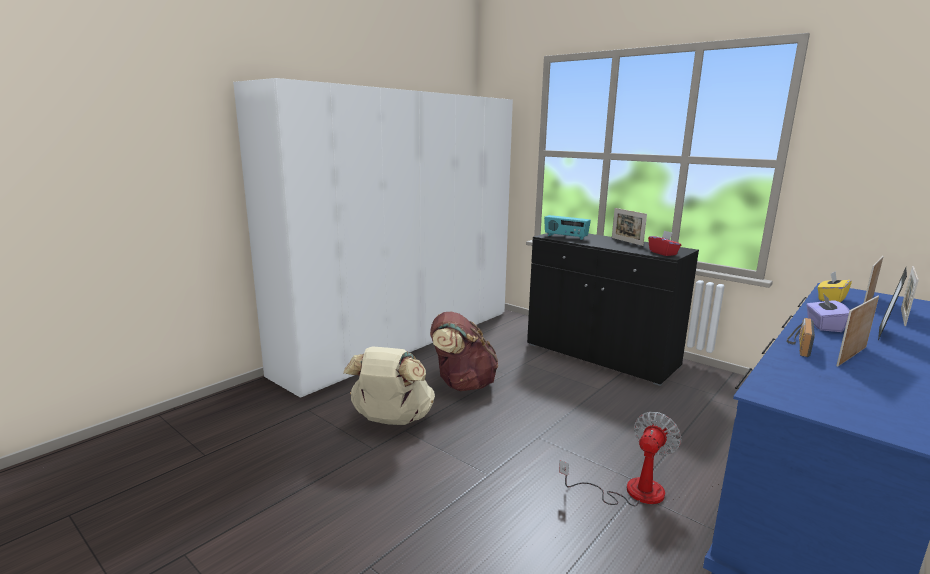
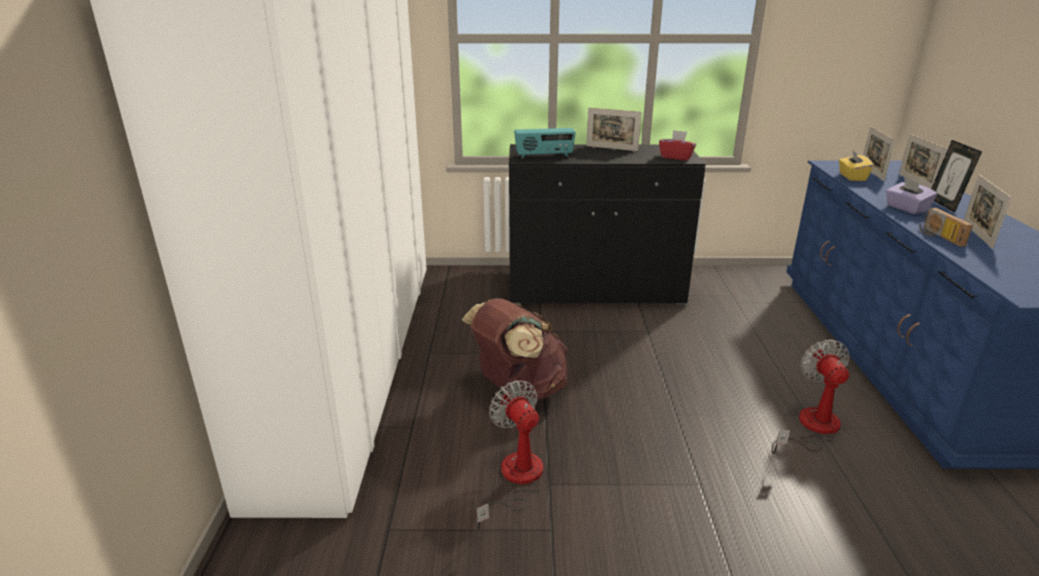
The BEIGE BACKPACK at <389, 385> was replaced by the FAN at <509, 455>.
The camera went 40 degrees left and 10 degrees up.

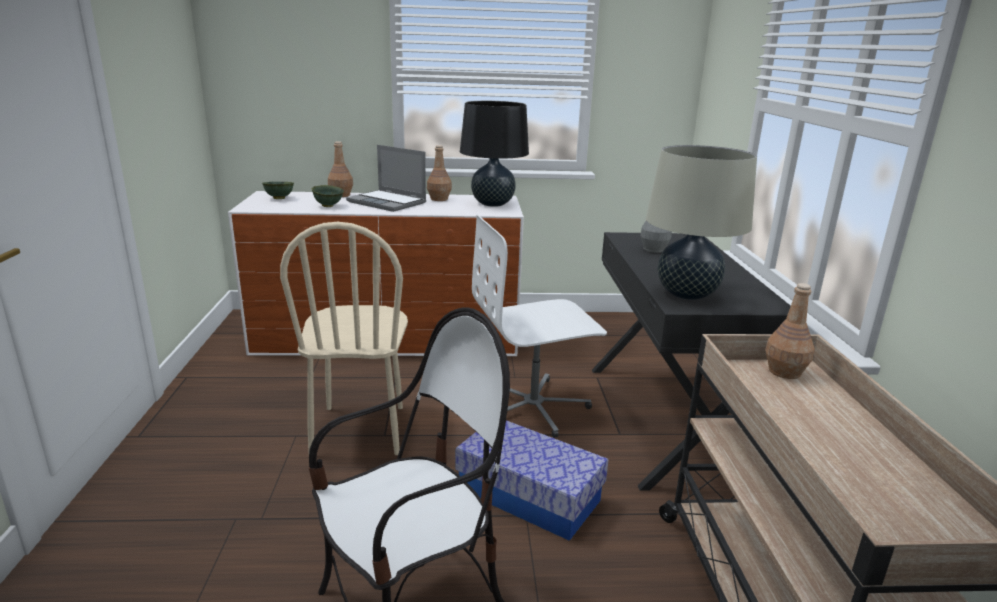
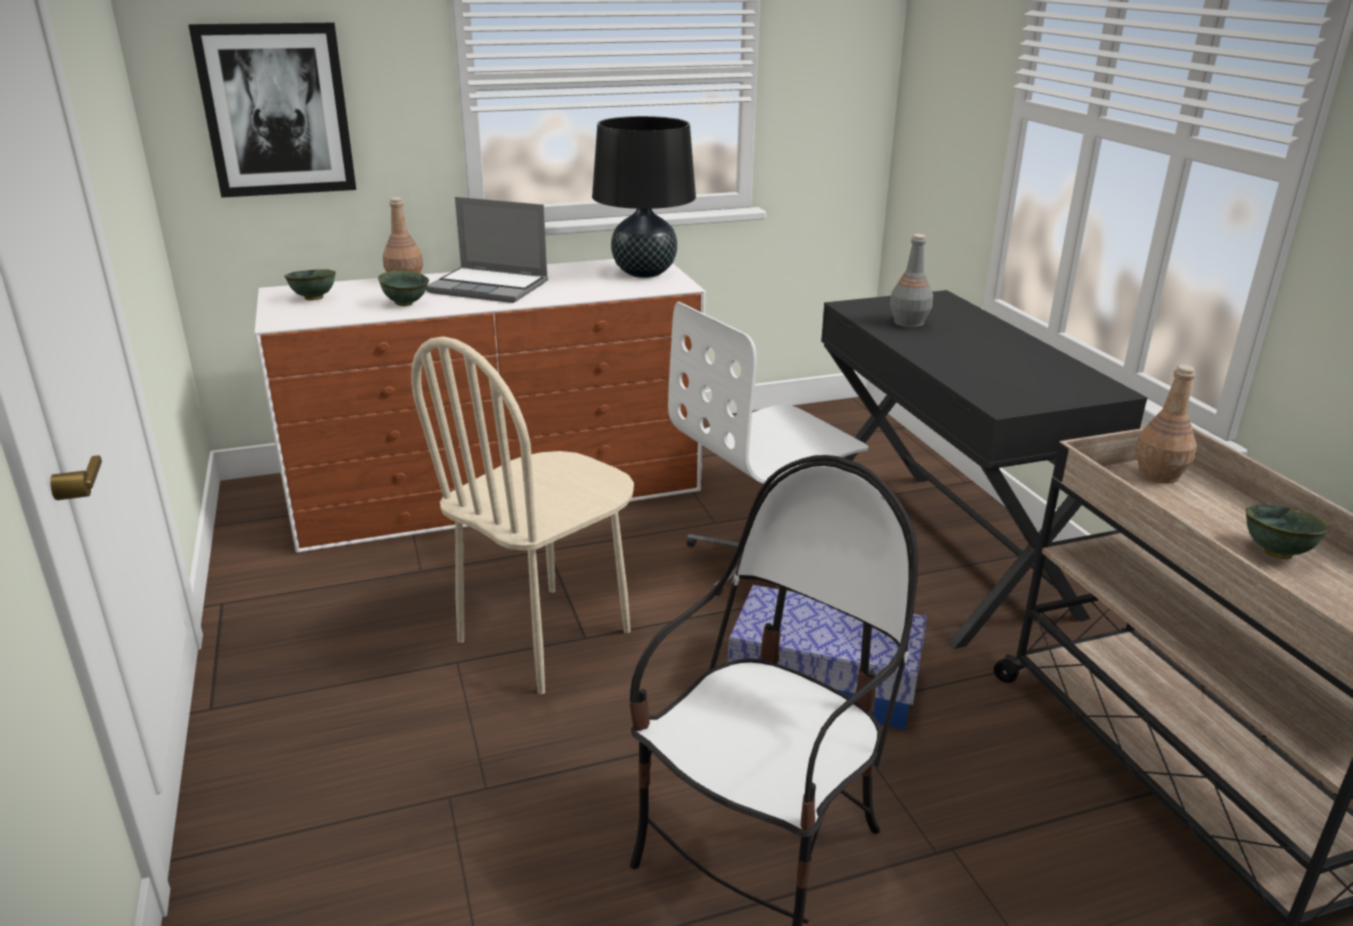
The BEIGE CHAIR at <344, 338> turned 60 degrees clockwise.
The BROWN BOTTLE at <439, 173> disappeared.
The BEIGE TABLE LAMP at <701, 222> disappeared.
The PICTURE at <272, 110> appeared.
The GREEN BOWL at <1287, 531> appeared.
The camera went 15 degrees left and 5 degrees up.

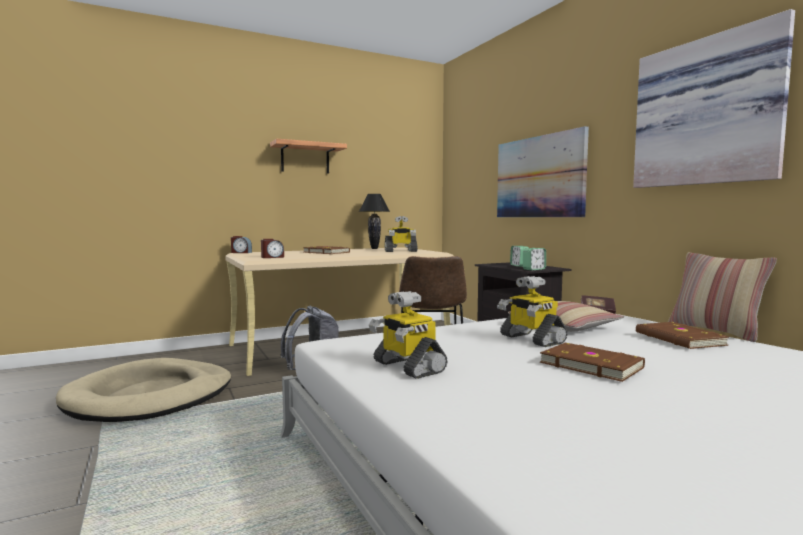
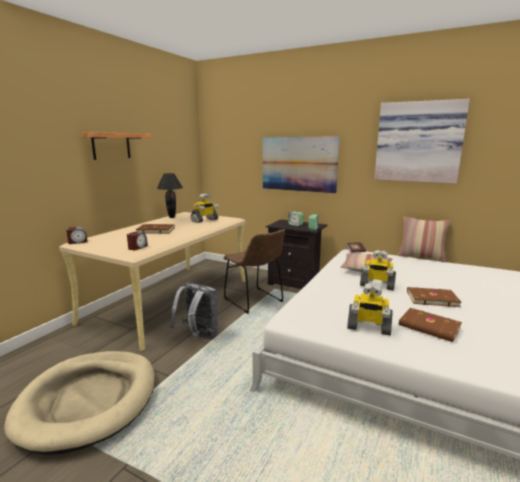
The BROWN BOOK moved from <682, 335> to <430, 325>.
The camera went 35 degrees left and 10 degrees up.

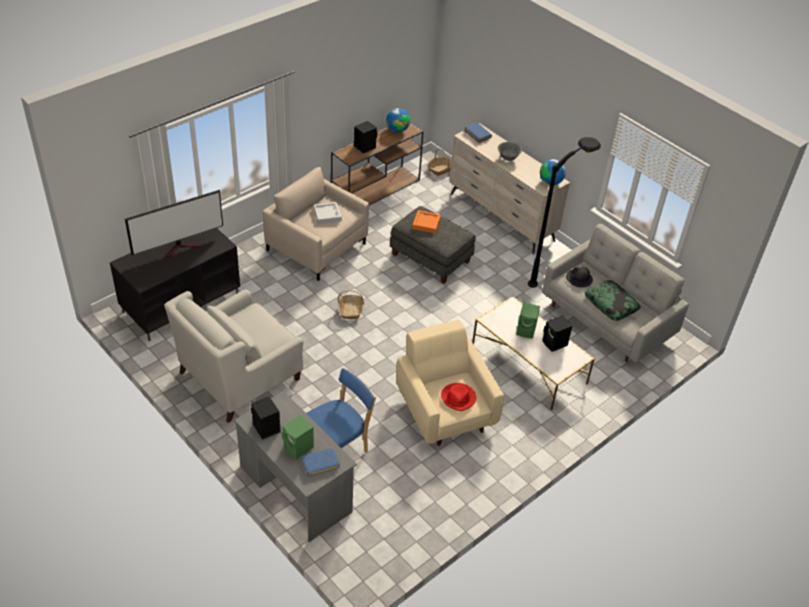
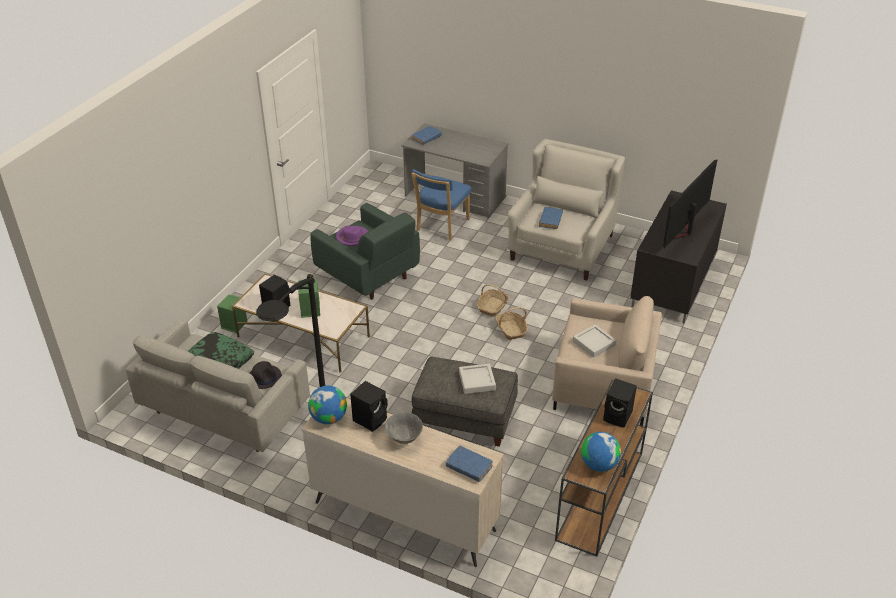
The BLACK SPEAKER moved from <266, 418> to <369, 406>.
The GREEN SPEAKER moved from <298, 437> to <232, 314>.
The BEIGE ARMCHAIR at <450, 382> became the GREEN ARMCHAIR at <365, 251>.
The ORANGE TRAY at <426, 221> became the GREY TRAY at <477, 379>.
The BASKET moved from <439, 162> to <493, 300>.
The RED HAT at <458, 397> became the PURPLE HAT at <352, 236>.
The BLUE BOOK at <551, 218> appeared.
The camera went 160 degrees right and 5 degrees down.

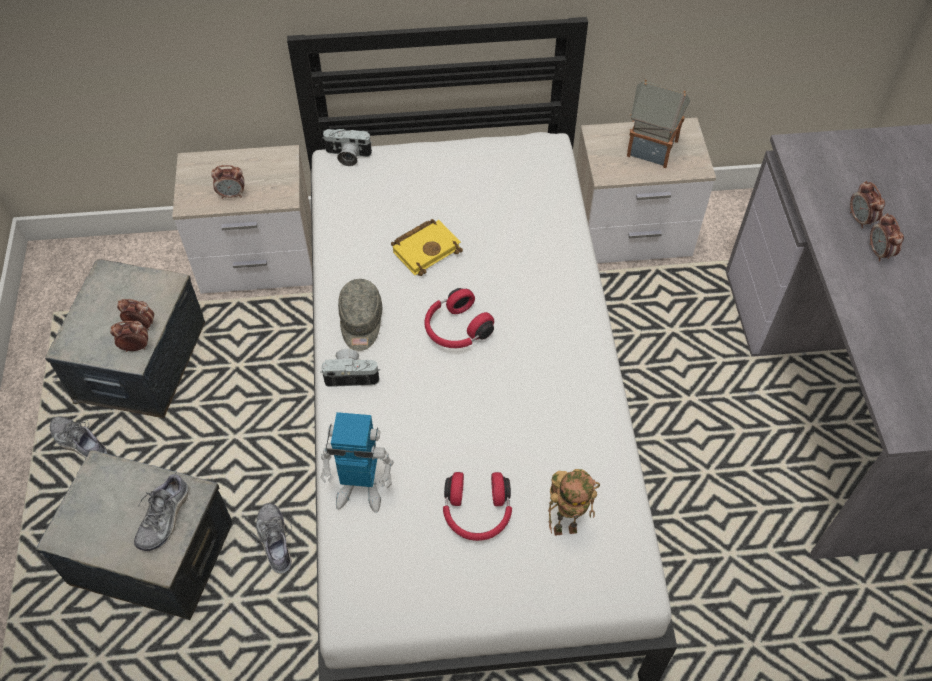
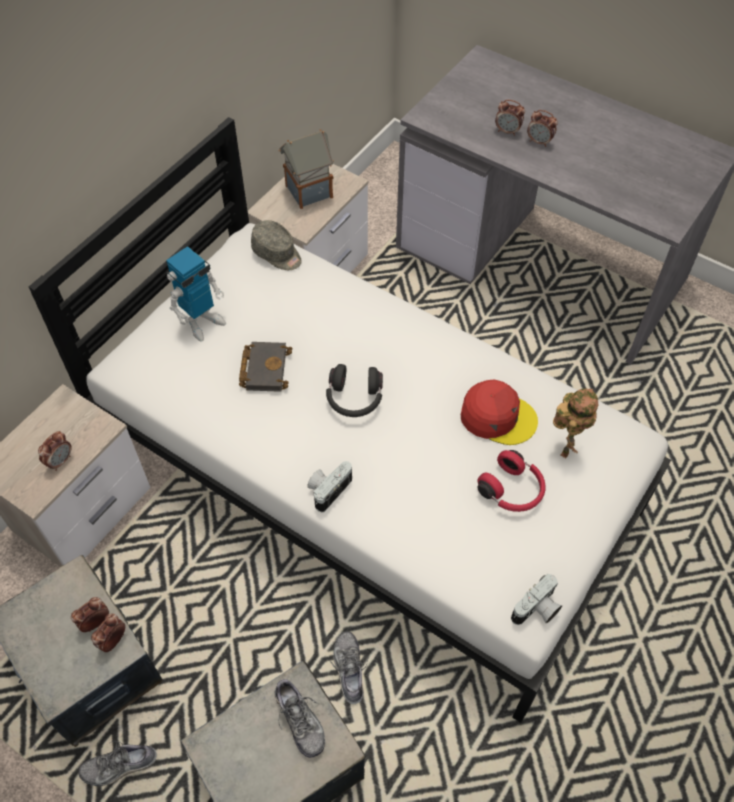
The SHOE at <271, 538> turned 60 degrees clockwise.
The TOY ROBOT moved from <357, 462> to <196, 294>.
The PHOTO CAMERA moved from <347, 147> to <536, 599>.
The GREY CAP moved from <360, 315> to <276, 245>.
The YELLOW BOOK at <427, 247> became the BLACK BOOK at <265, 367>.
The RED HEADPHONES at <459, 318> became the BLACK HEADPHONES at <354, 390>.
The RED CAP at <499, 412> appeared.
The camera went 50 degrees left and 0 degrees up.

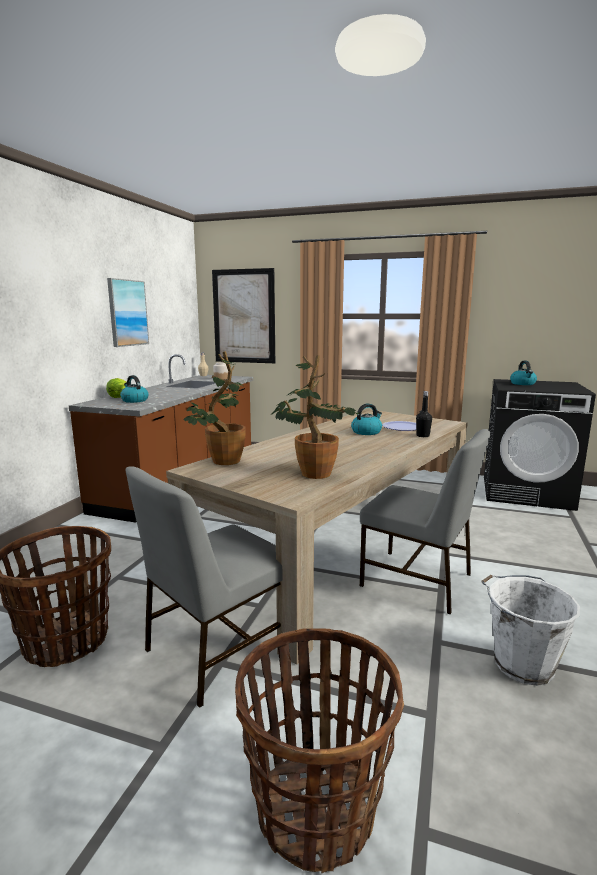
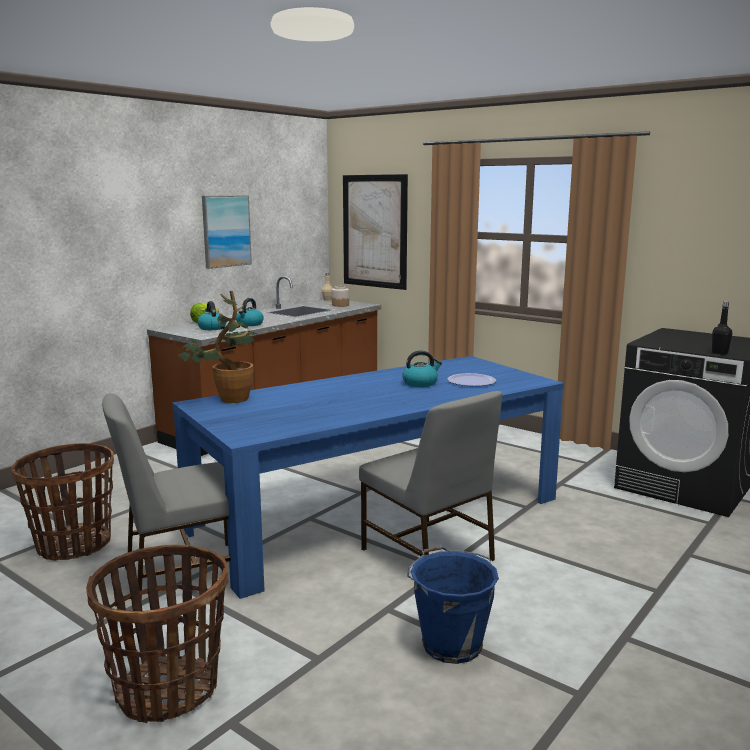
The BEIGE DINING TABLE at <317, 537> became the BLUE DINING TABLE at <368, 477>.
The POTTED PLANT at <316, 417> disappeared.
The BLACK BOTTLE moved from <424, 414> to <722, 328>.
The WHITE BUCKET at <530, 630> became the BLUE BUCKET at <453, 605>.
The KETTLE moved from <523, 373> to <250, 312>.
The camera went 20 degrees right and 0 degrees up.

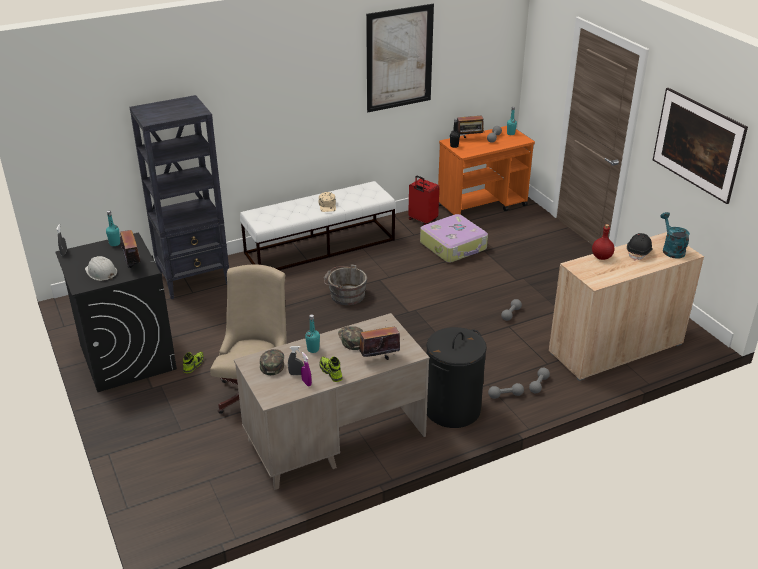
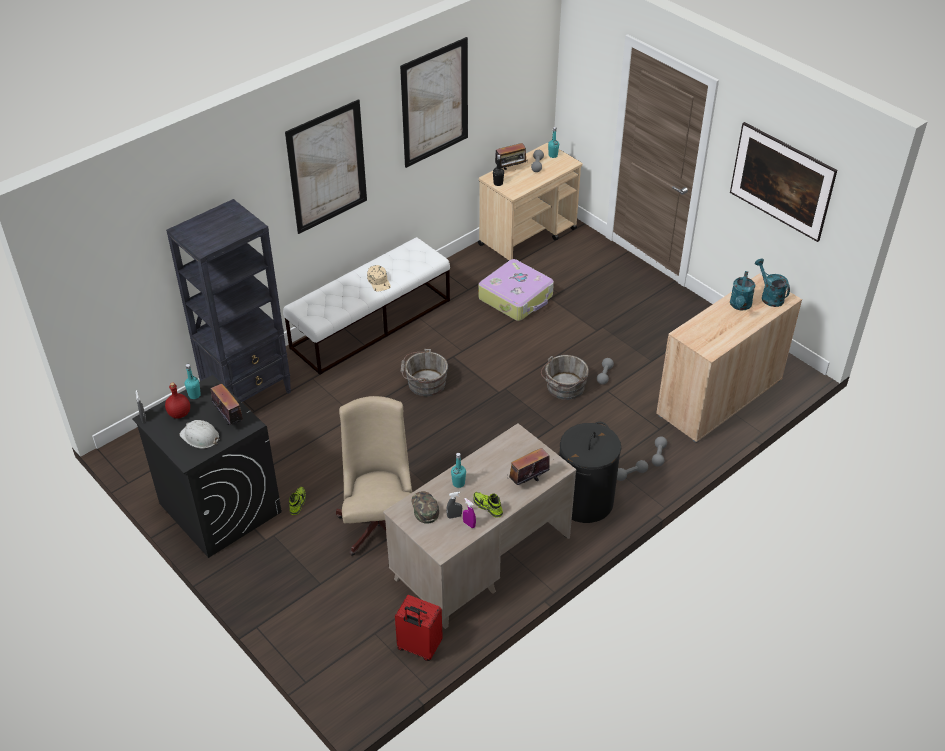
The GREEN CAP at <350, 338> disappeared.
The RED SUITCASE moved from <423, 200> to <419, 628>.
The ORANGE CART at <486, 170> became the BEIGE CART at <530, 202>.
The RED BOTTLE moved from <603, 242> to <177, 400>.
The BLACK HARD HAT at <640, 247> was replaced by the TURQUOISE WATERING CAN at <743, 290>.
The PICTURE at <326, 166> appeared.
The GREY BUCKET at <565, 377> appeared.
The camera went 15 degrees left and 10 degrees up.

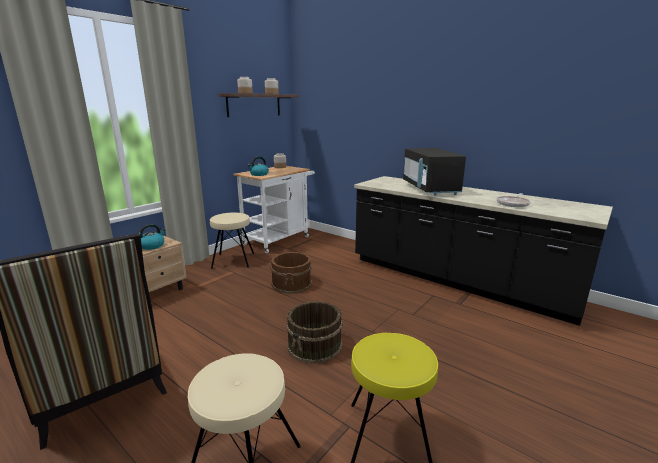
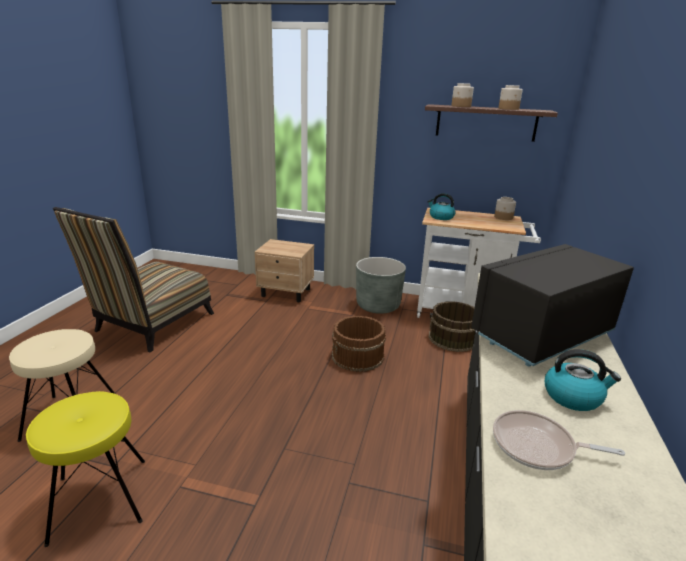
The KETTLE moved from <152, 237> to <583, 380>.
The BEIGE STOOL at <232, 240> was replaced by the GREY PLANTER at <381, 285>.
The BROWN BUCKET moved from <314, 332> to <452, 326>.
The camera went 65 degrees right and 5 degrees up.

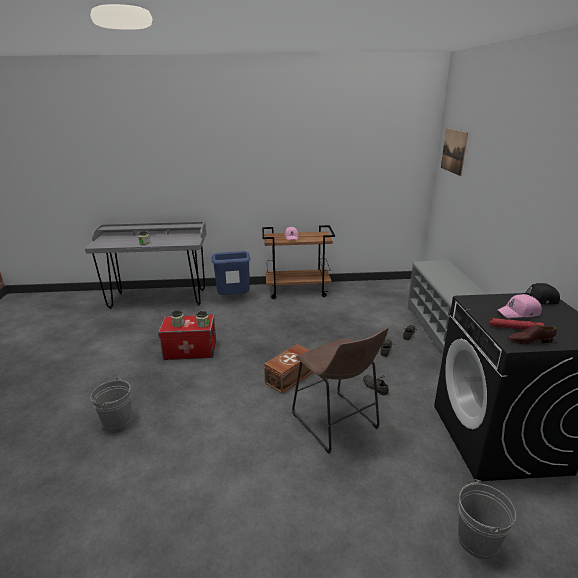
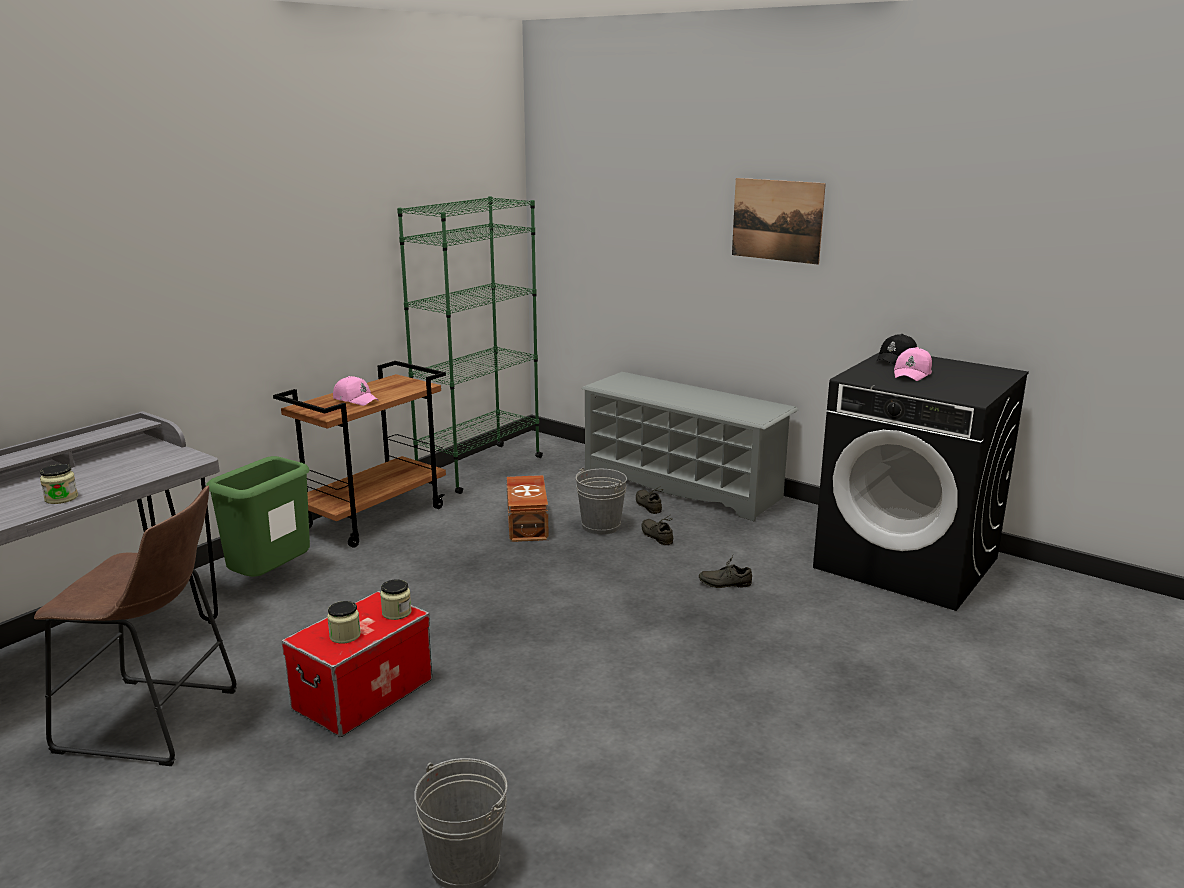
The BLUE TRASH CAN at <231, 273> became the GREEN TRASH CAN at <258, 516>.
The BROWN STORAGE BOX moved from <288, 369> to <528, 508>.
The BROWN STOOL moved from <340, 390> to <135, 625>.
The PICTURE moved from <454, 152> to <779, 221>.
The GREY BUCKET moved from <487, 519> to <601, 501>.
The RED FLASHLIGHT at <516, 324> disappeared.
The BROWN SHOE at <532, 335> disappeared.
The GREEN BOOKCASE at <470, 345> appeared.
The camera went 50 degrees left and 5 degrees down.

